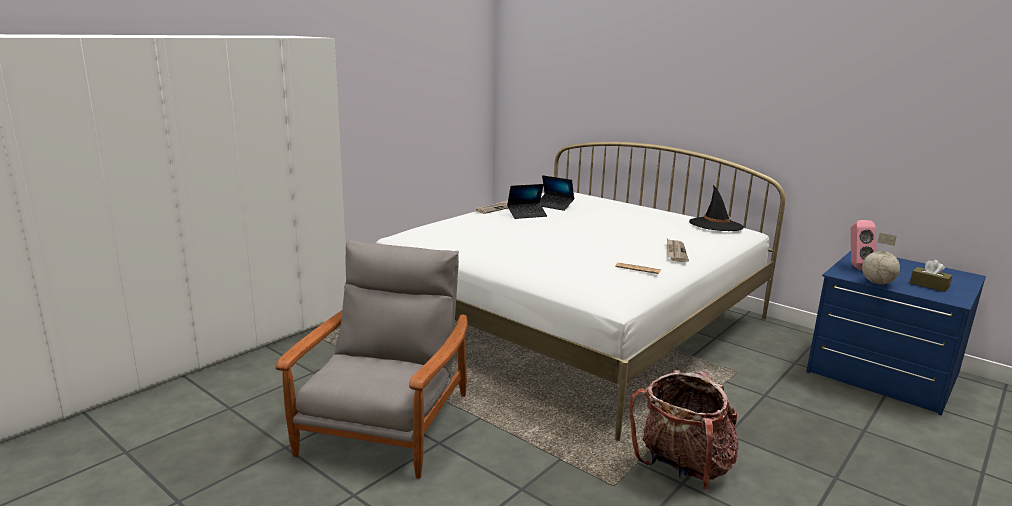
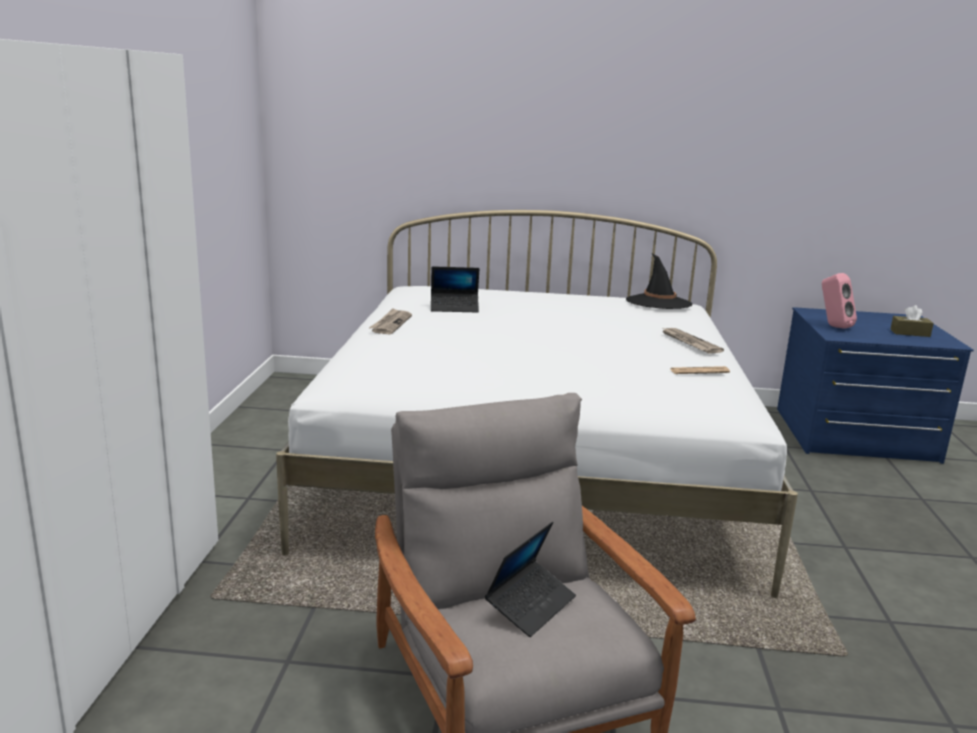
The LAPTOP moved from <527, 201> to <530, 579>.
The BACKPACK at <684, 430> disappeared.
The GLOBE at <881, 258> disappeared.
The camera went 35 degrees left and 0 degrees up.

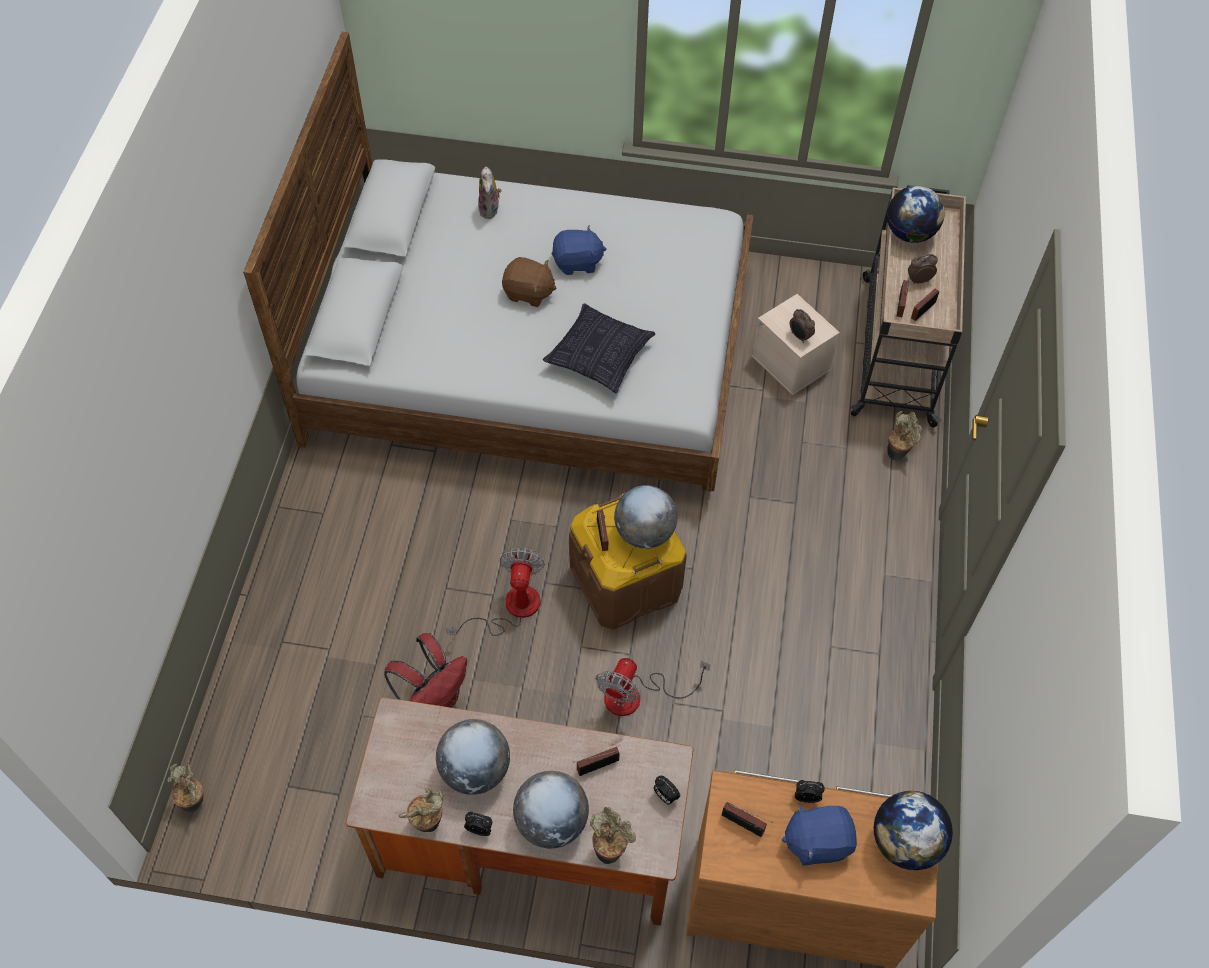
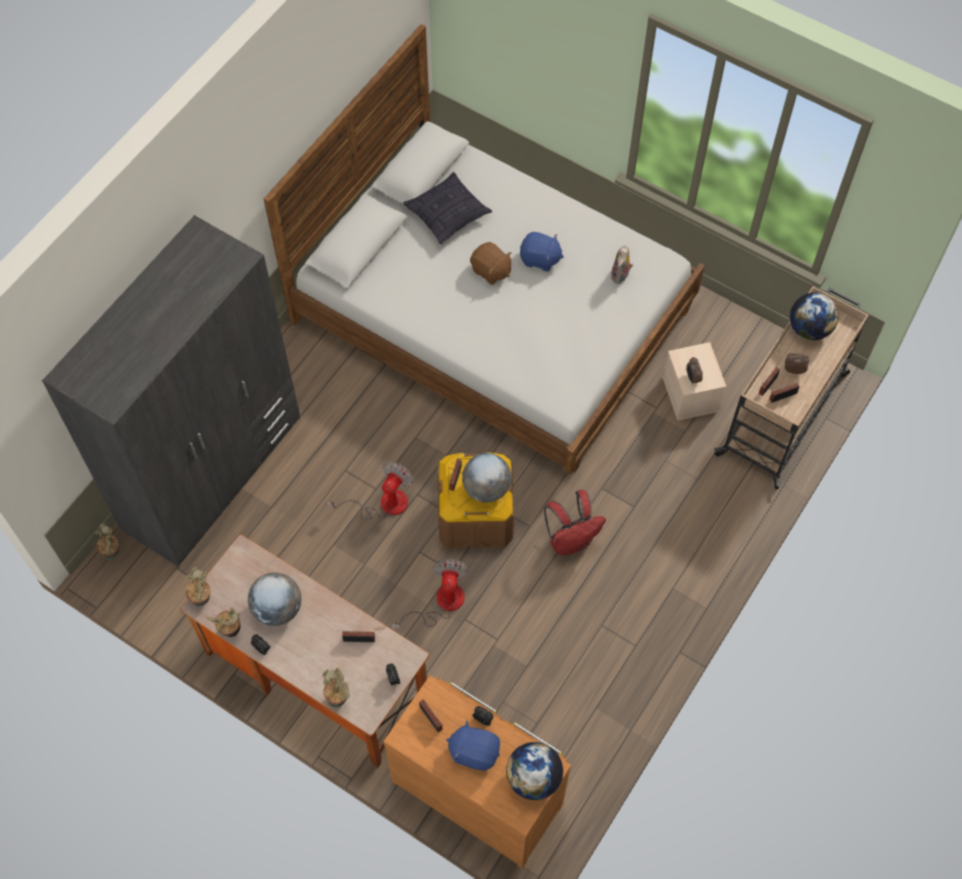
The RED BACKPACK moved from <425, 670> to <575, 523>.
The PLUSH TOY moved from <490, 193> to <622, 264>.
The GLOBE at <551, 810> disappeared.
The PILLOW moved from <599, 348> to <447, 208>.
The FAN at <652, 687> turned 135 degrees clockwise.
The POTTED PLANT moved from <904, 436> to <198, 587>.
The GREY WARDROBE at <171, 391> appeared.
The camera went 25 degrees right and 5 degrees up.

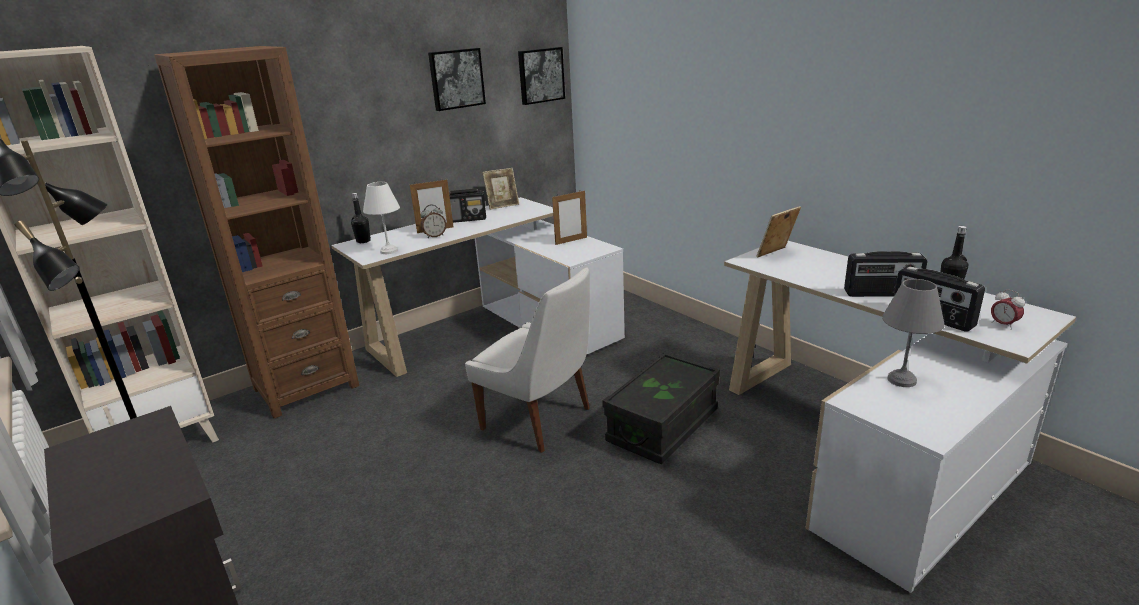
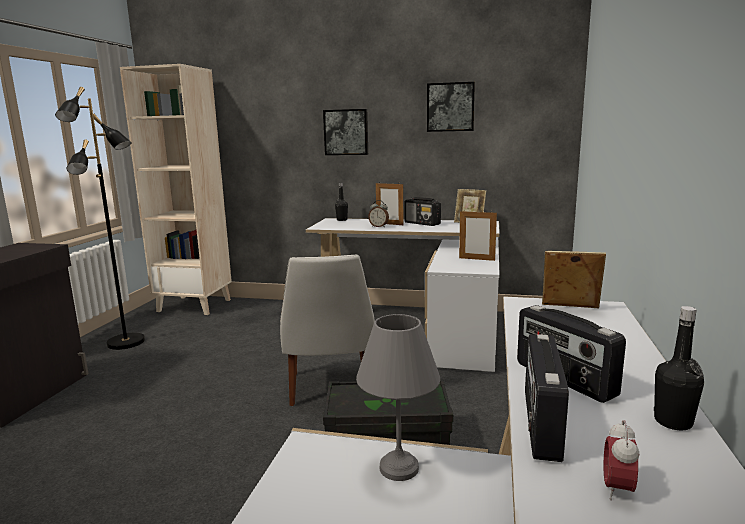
The BROWN BOOKCASE at <256, 232> disappeared.
The WHITE TABLE LAMP at <381, 218> disappeared.
The PICTURE moved from <541, 76> to <345, 132>.
The camera went 50 degrees right and 10 degrees down.

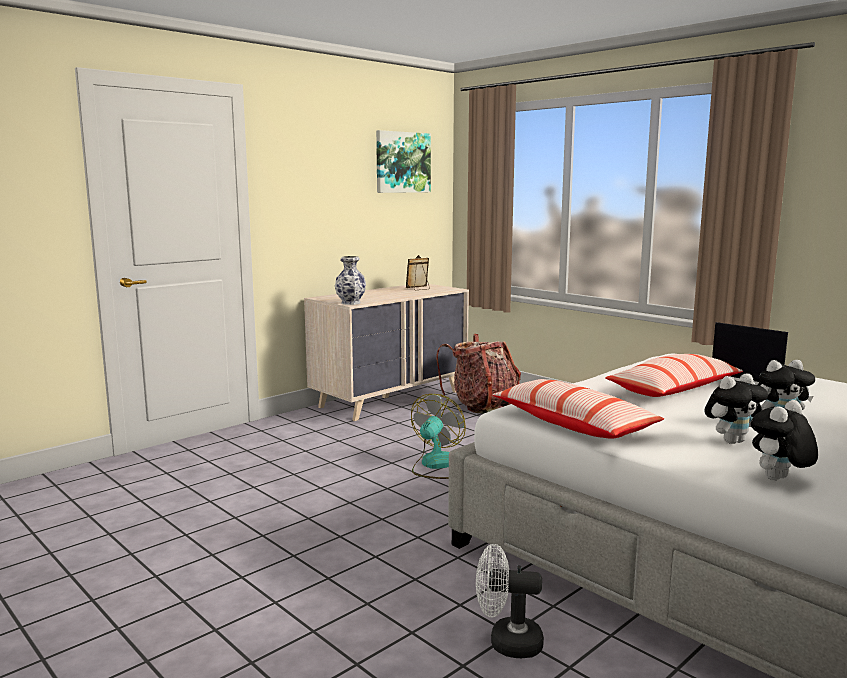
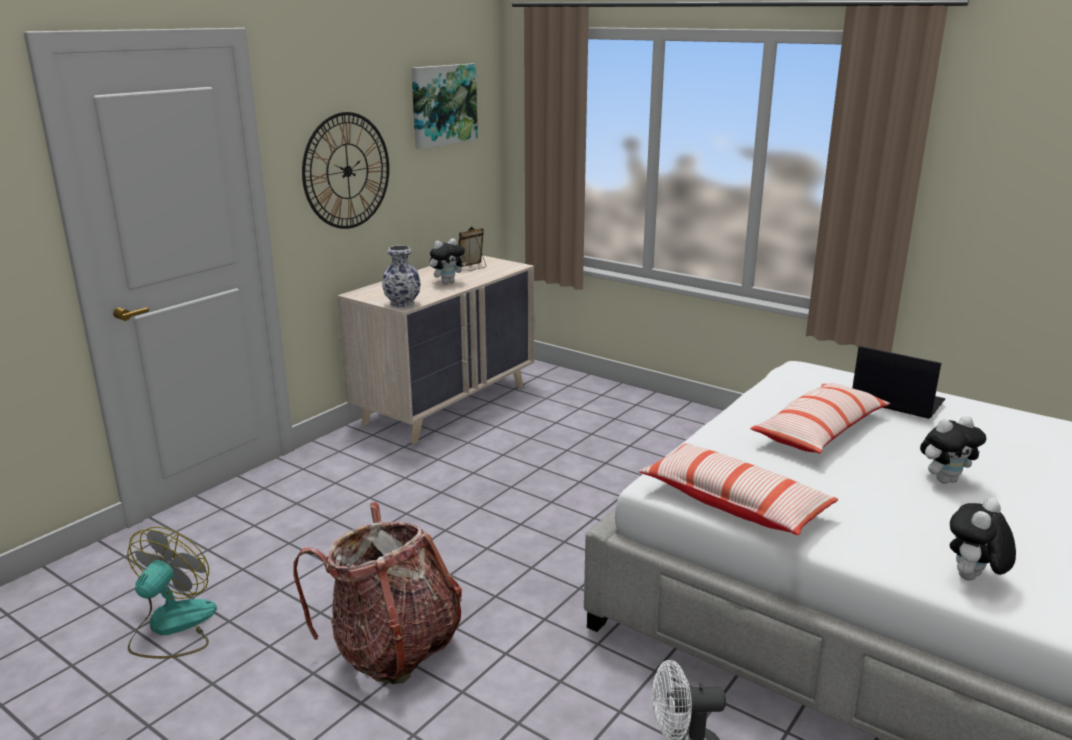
The FAN moved from <438, 436> to <172, 593>.
The BACKPACK moved from <478, 374> to <377, 593>.
The PLUSH TOY moved from <736, 409> to <448, 261>.
The WALL CLOCK at <345, 170> appeared.
The camera went 10 degrees left and 10 degrees up.

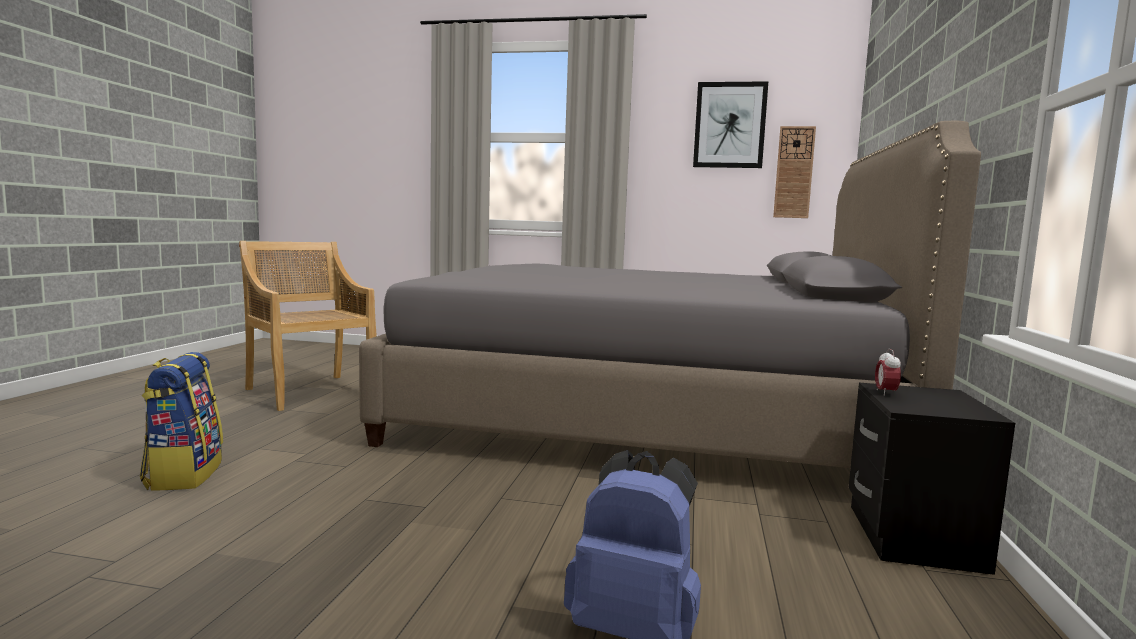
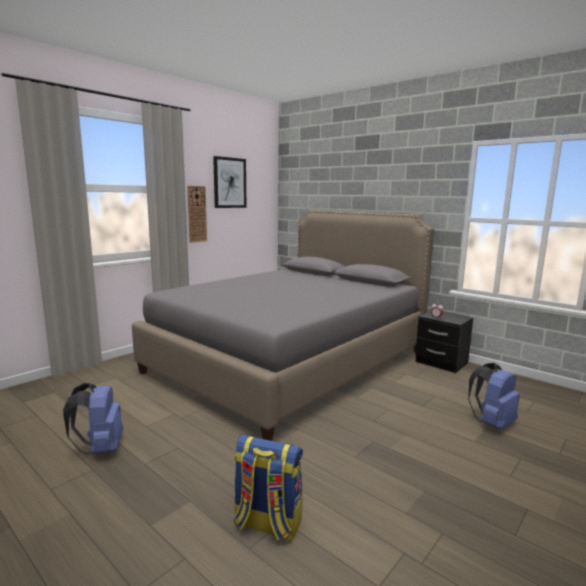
The BEIGE CHAIR at <308, 326> was replaced by the BLUE BACKPACK at <93, 419>.
The WALL CLOCK moved from <794, 172> to <197, 214>.
The camera went 60 degrees left and 5 degrees up.

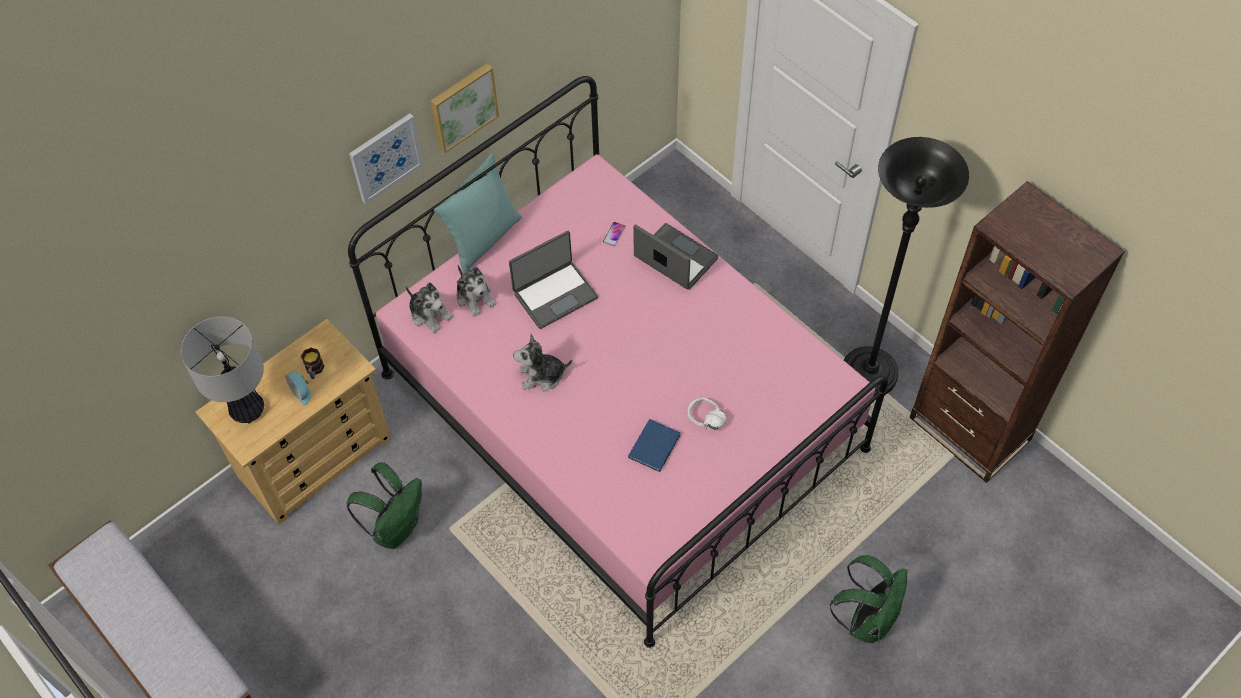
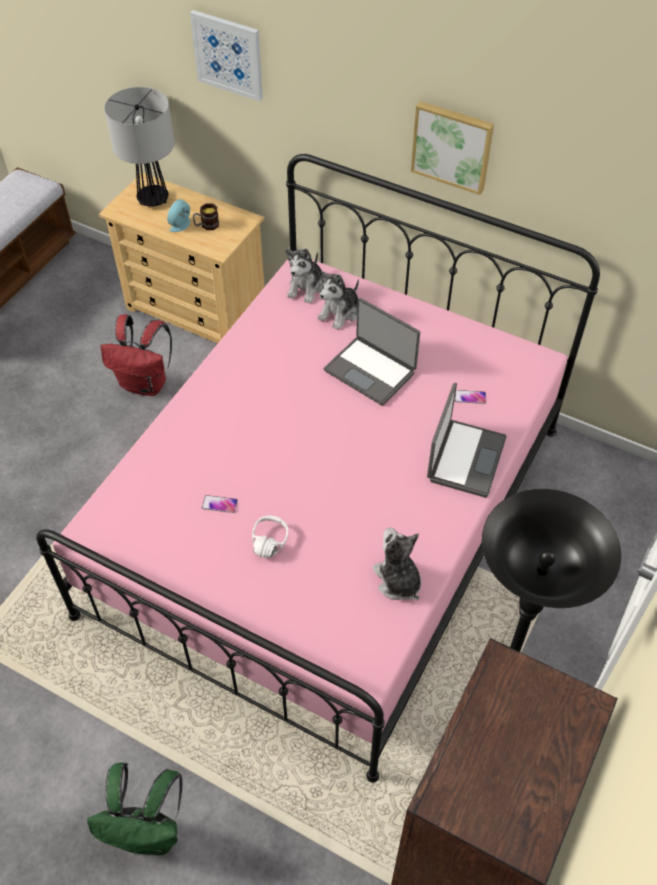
The GREEN BACKPACK at <384, 505> became the RED BACKPACK at <136, 355>.
The PICTURE moved from <386, 158> to <226, 55>.
The TURQUOISE PILLOW at <478, 213> disappeared.
The PLUSH TOY moved from <542, 362> to <397, 563>.
The BLUE BOOK at <654, 445> was replaced by the PHONE at <220, 504>.
The camera went 70 degrees right and 5 degrees down.

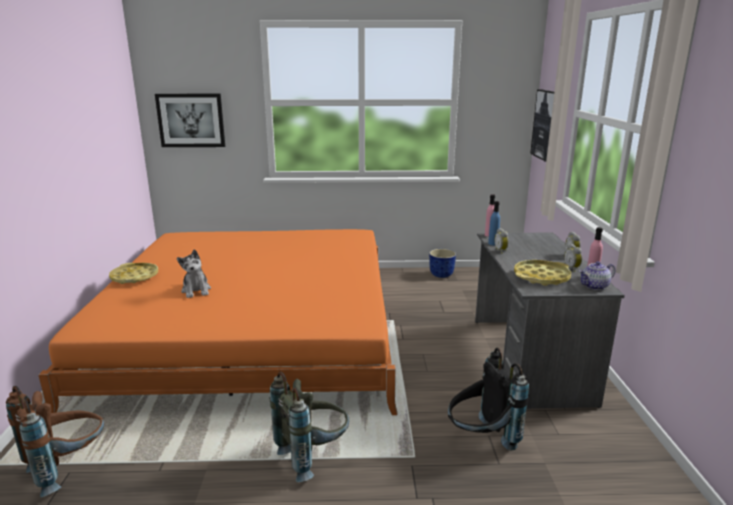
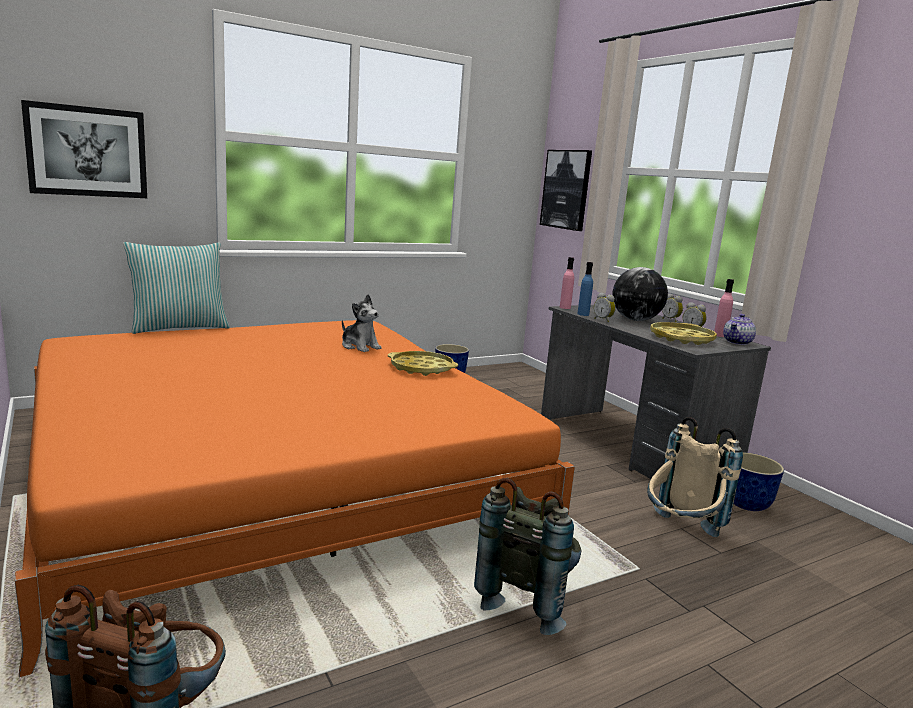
The YELLOW TRAY moved from <133, 273> to <423, 363>.
The PLUSH TOY moved from <194, 273> to <362, 323>.
The BLACK BACKPACK at <488, 399> became the BEIGE BACKPACK at <695, 477>.
The PILLOW at <176, 288> appeared.
The GLOBE at <640, 294> appeared.
The PLANTER at <759, 481> appeared.
The camera went 30 degrees left and 5 degrees down.

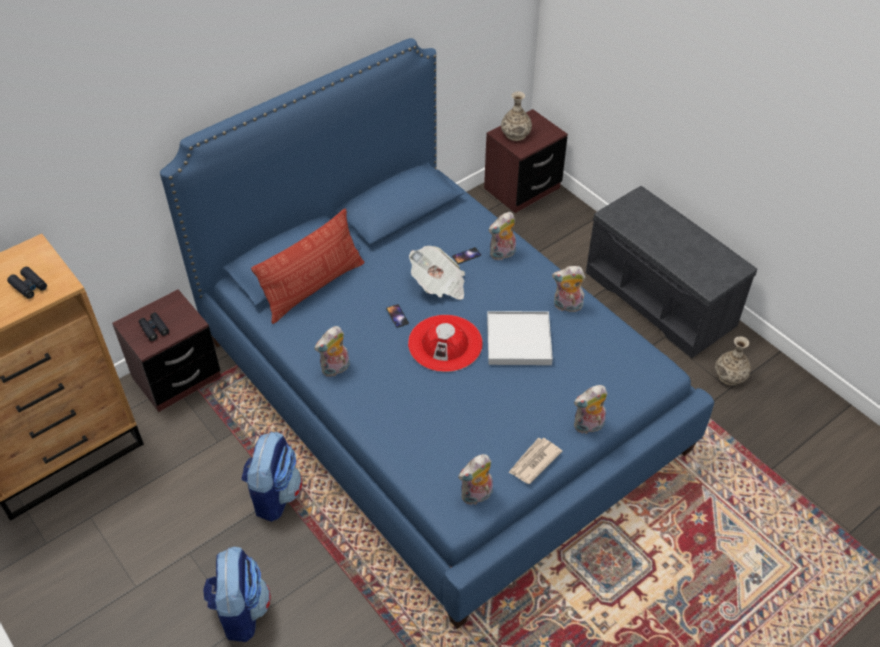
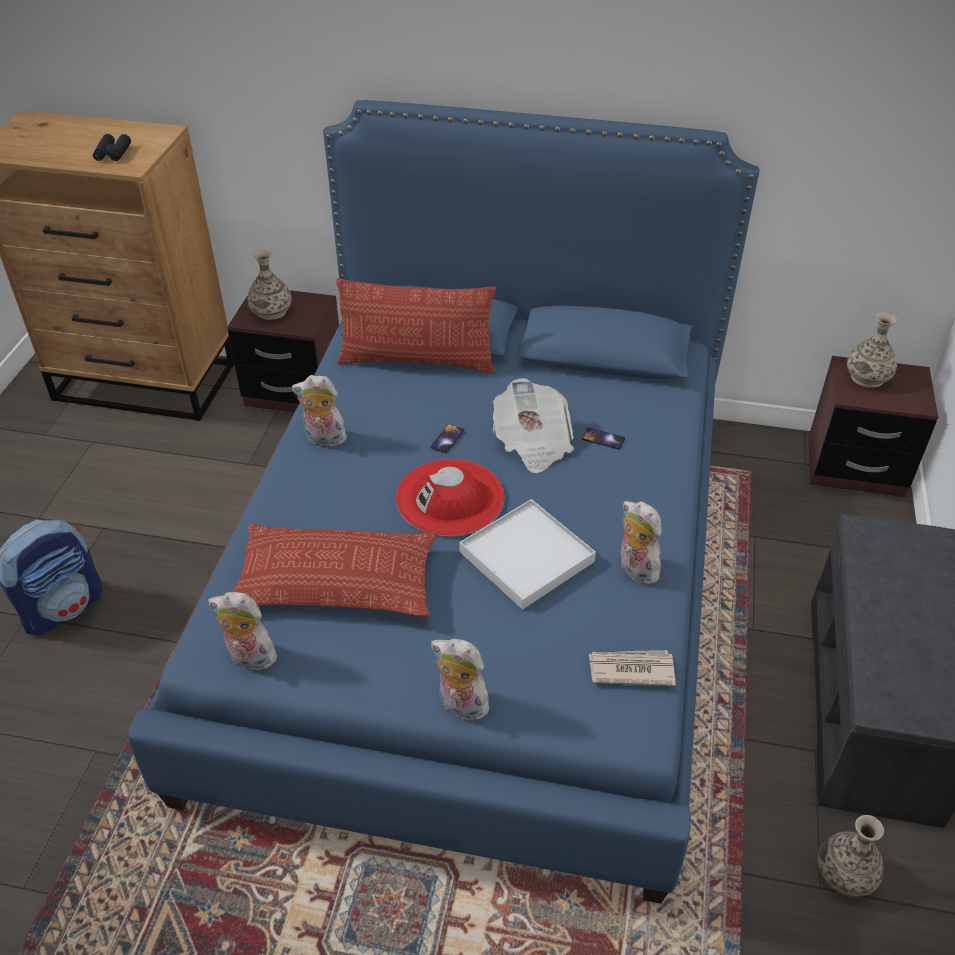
The BLACK BINOCULARS at <154, 327> was replaced by the VASE at <269, 285>.
The BACKPACK at <271, 477> disappeared.
The PLUSH TOY at <502, 236> disappeared.
The NEWSPAPER moved from <535, 461> to <632, 668>.
The PILLOW at <335, 570> appeared.
The camera went 50 degrees right and 5 degrees down.

